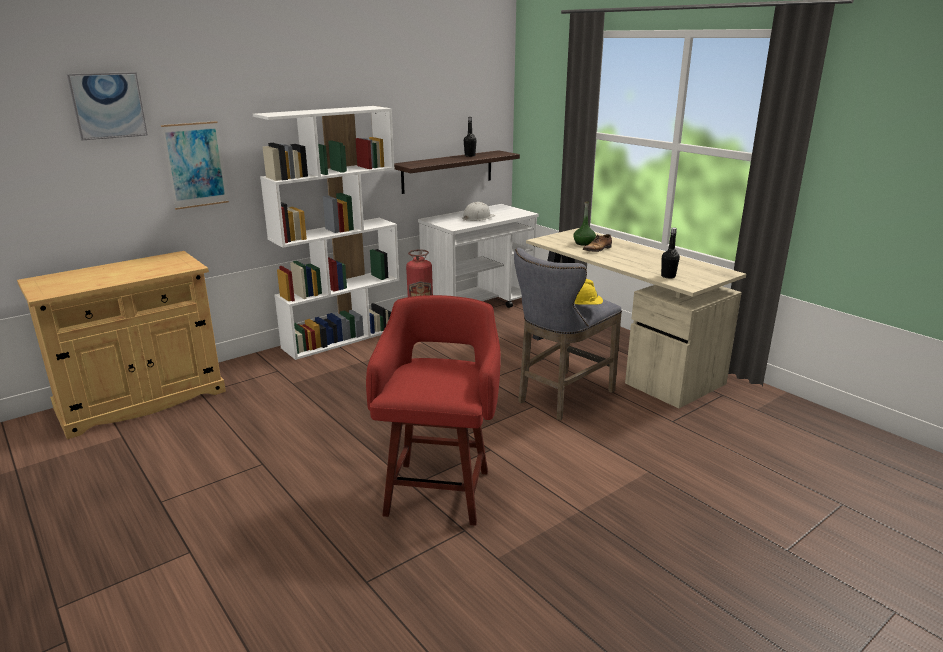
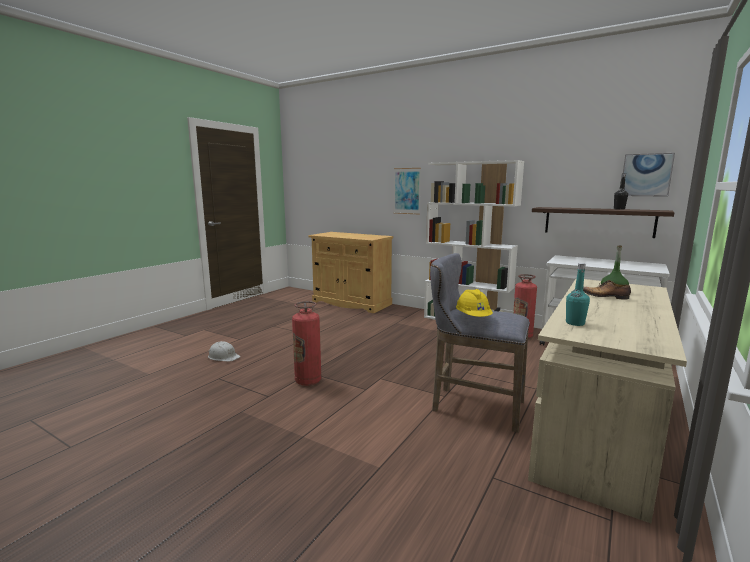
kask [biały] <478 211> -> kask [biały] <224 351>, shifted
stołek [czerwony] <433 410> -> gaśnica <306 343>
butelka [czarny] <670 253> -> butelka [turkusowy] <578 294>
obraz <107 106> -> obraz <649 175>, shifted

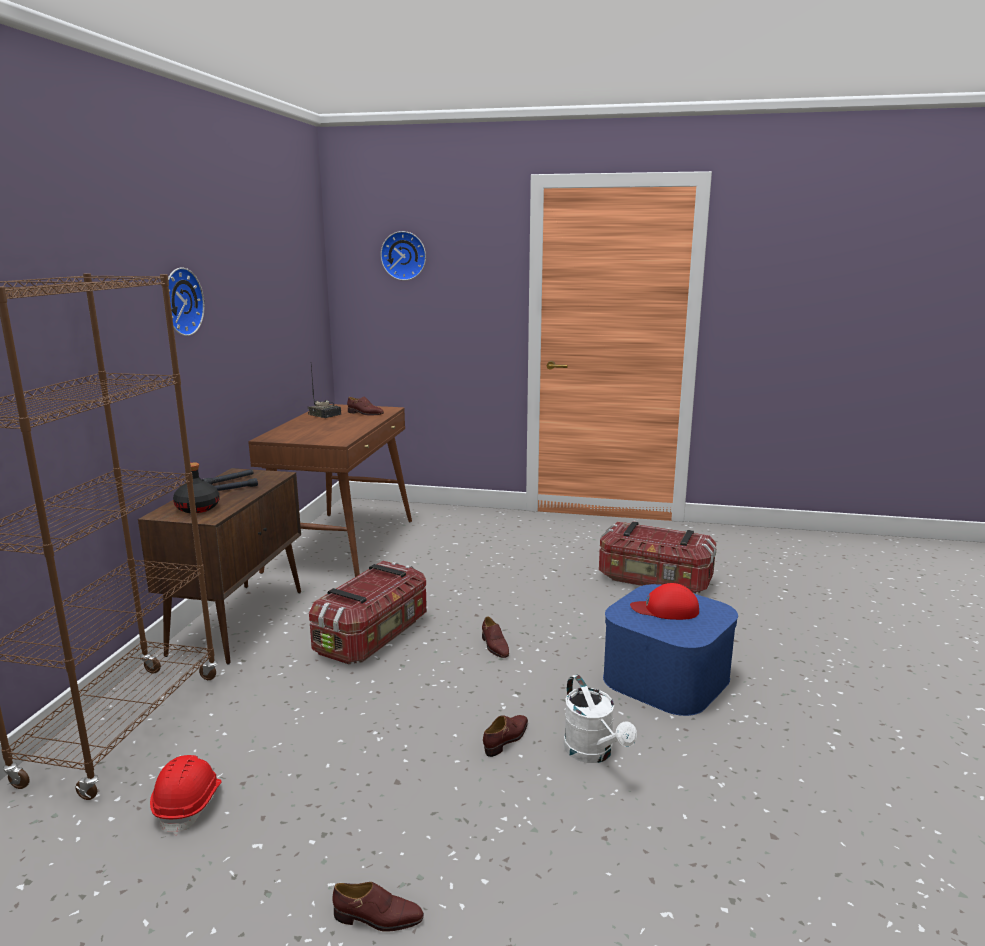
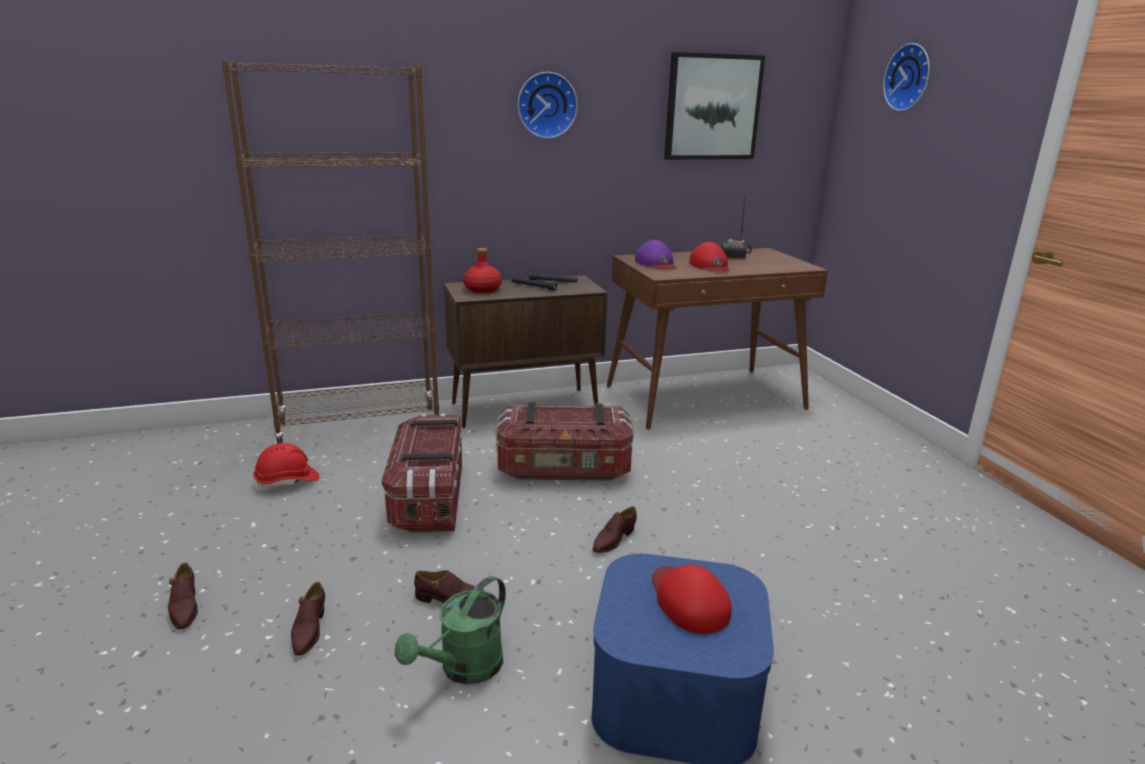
but [brązowy] <365 405> -> but [brązowy] <308 618>, shifted
pojemnik do przechowywania <658 557> -> pojemnik do przechowywania <422 473>, shifted
konewka [biały] <600 719> -> konewka [zielony] <450 630>
butelka [czarny] <196 488> -> butelka [czerwony] <482 270>
none -> czapka z daszkiem [fioletowy] <656 254>
none -> obraz <714 106>
none -> czapka z daszkiem [czerwony] <709 257>

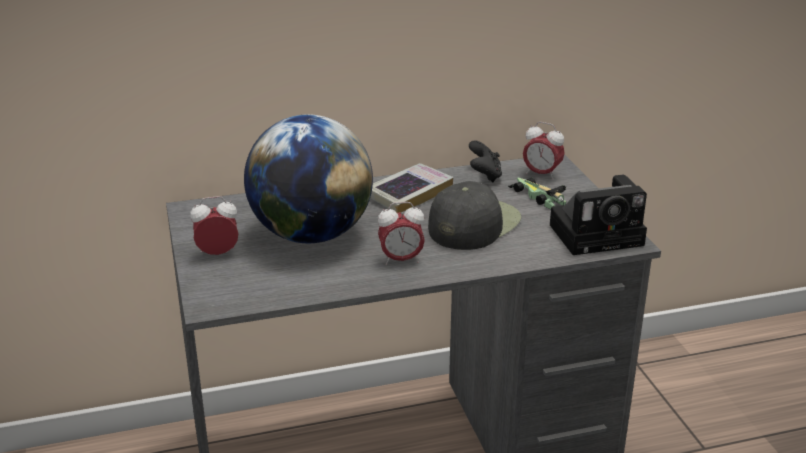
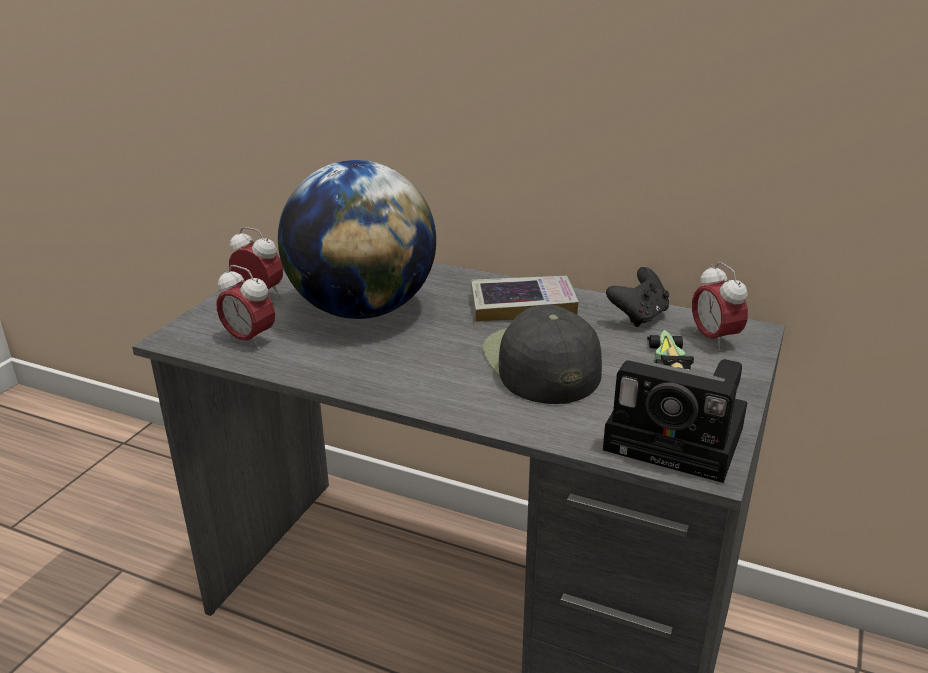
budzik <401 233> -> budzik <246 307>, shifted
czapka z daszkiem [czarny] <475 215> -> czapka z daszkiem [czarny] <542 354>, 90 degrees counterclockwise

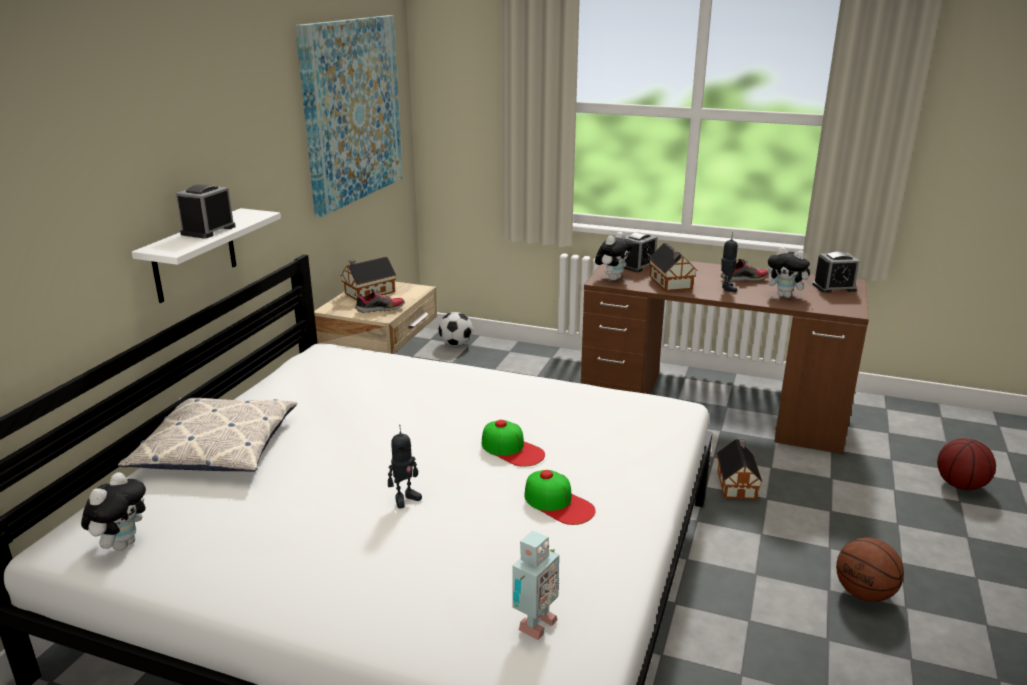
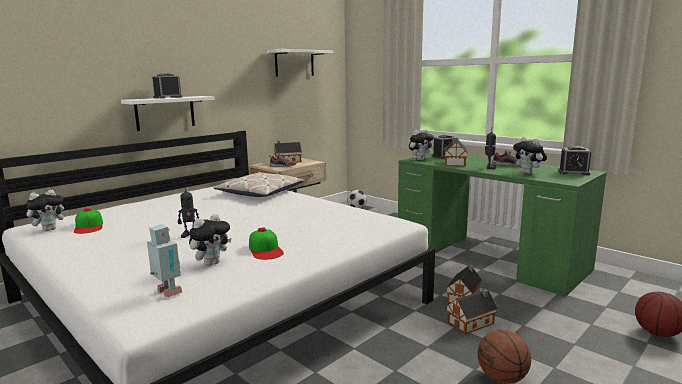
czapka z daszkiem <513 443> -> czapka z daszkiem <88 221>, shifted
robot zabawkowy <535 585> -> robot zabawkowy <164 260>, 105 degrees counterclockwise
none -> pluszak <210 240>
poduszka <207 434> -> poduszka <258 184>, shifted
obraz <349 116> -> półka [biały] <300 62>
biurko [brązowy] <725 357> -> biurko [zielony] <502 225>
none -> domek <472 311>

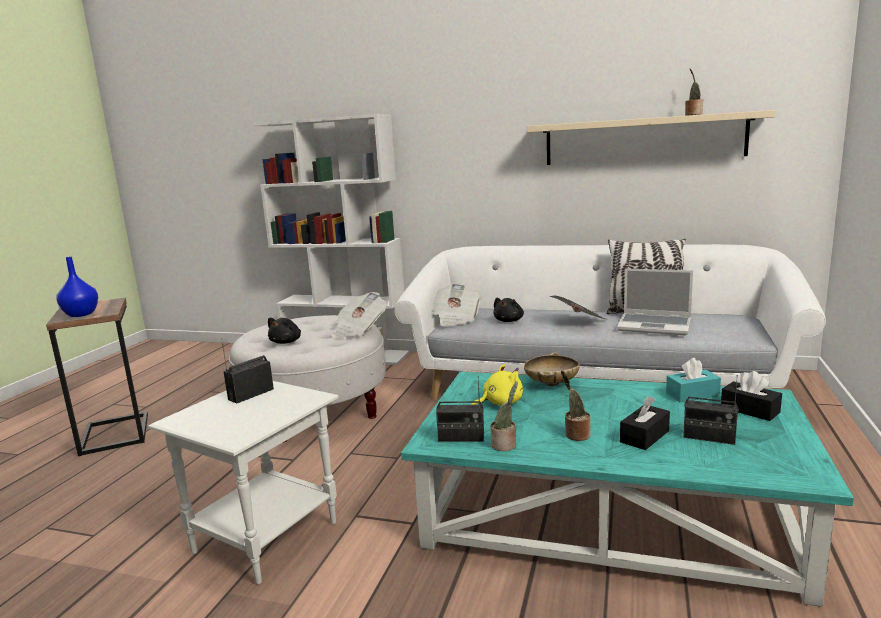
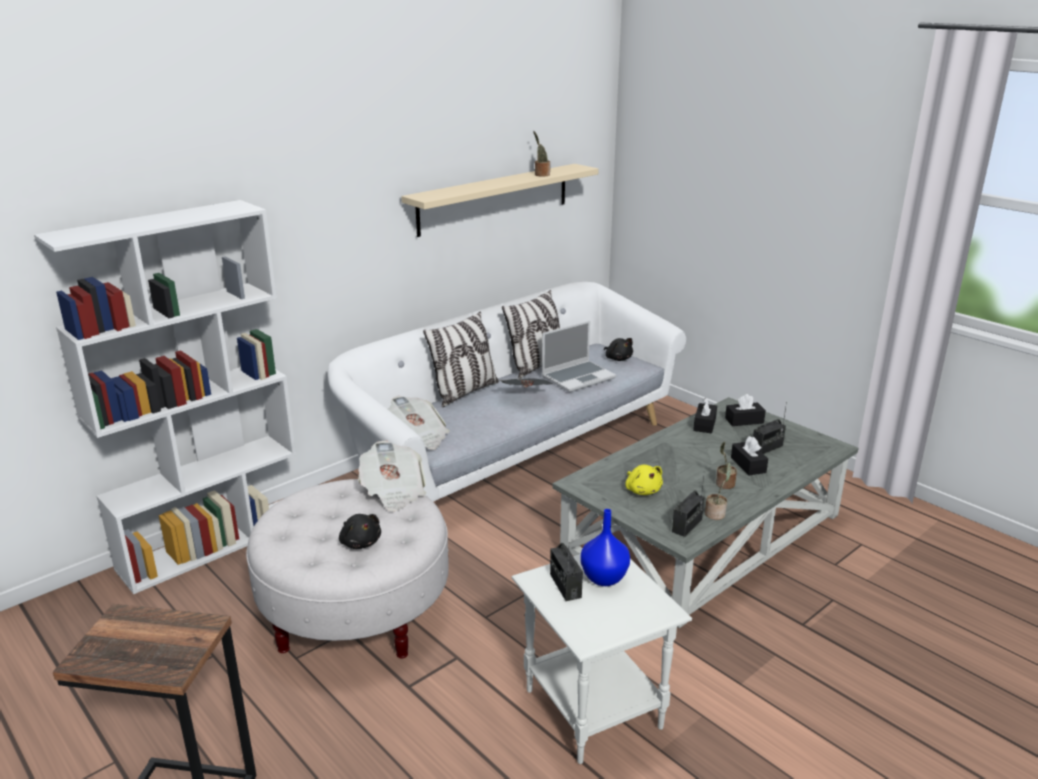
none -> poduszka <461 359>
ława [turkusowy] <627 489> -> ława [szary] <705 512>
wazon [niebieski] <77 287> -> wazon [niebieski] <605 547>, shifted
pluszak [czarny] <509 310> -> pluszak [czarny] <618 349>, shifted
pluszak [żółty] <497 385> -> pluszak [żółty] <644 480>, 150 degrees clockwise
pudełko chusteczek [turkusowy] <693 380> -> pudełko chusteczek [czarny] <705 415>
miska [beżowy] <552 369> -> none

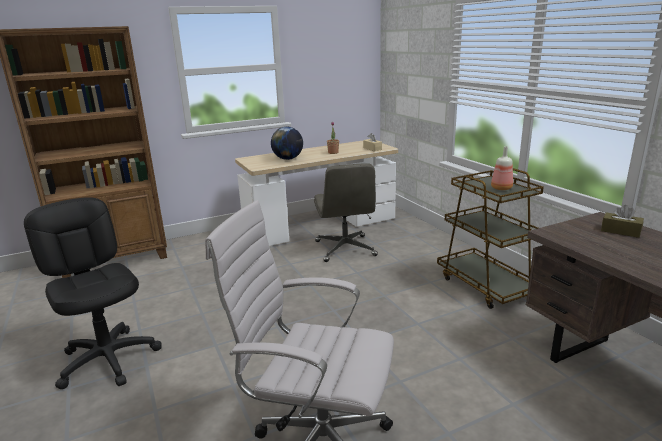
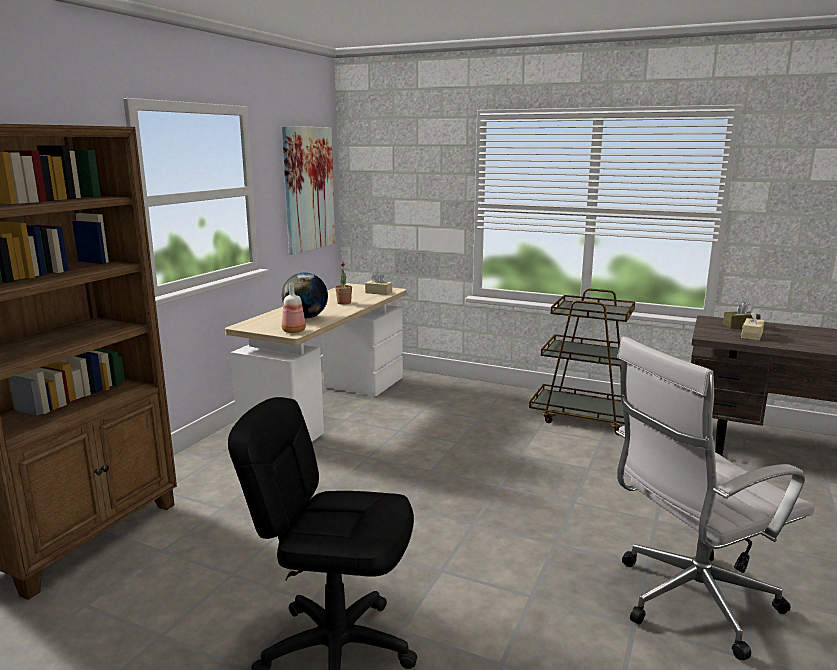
none -> obraz <309 190>
butelka <502 168> -> butelka <294 308>, shifted
none -> pudełko chusteczek [beżowy] <753 325>
krzesło biurowe [szary] <346 212> -> none

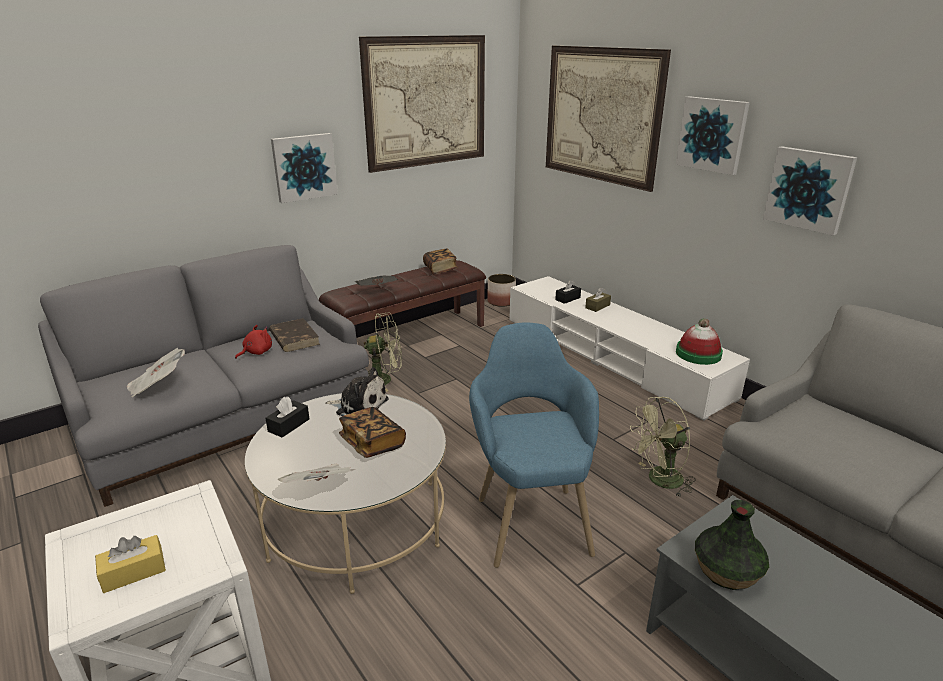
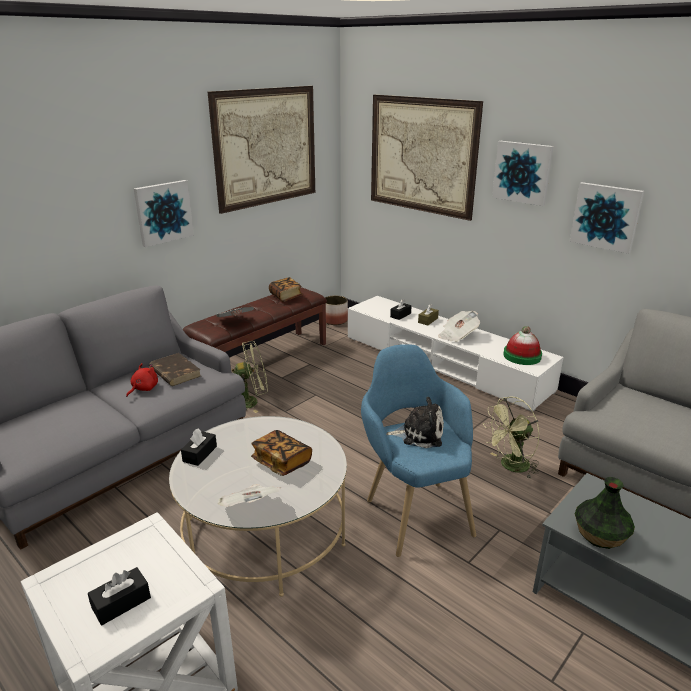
pudełko chusteczek [żółty] <130 564> -> pudełko chusteczek [czarny] <119 596>
pluszak <356 391> -> pluszak <415 422>, shifted
gazeta <156 372> -> gazeta <459 326>, shifted

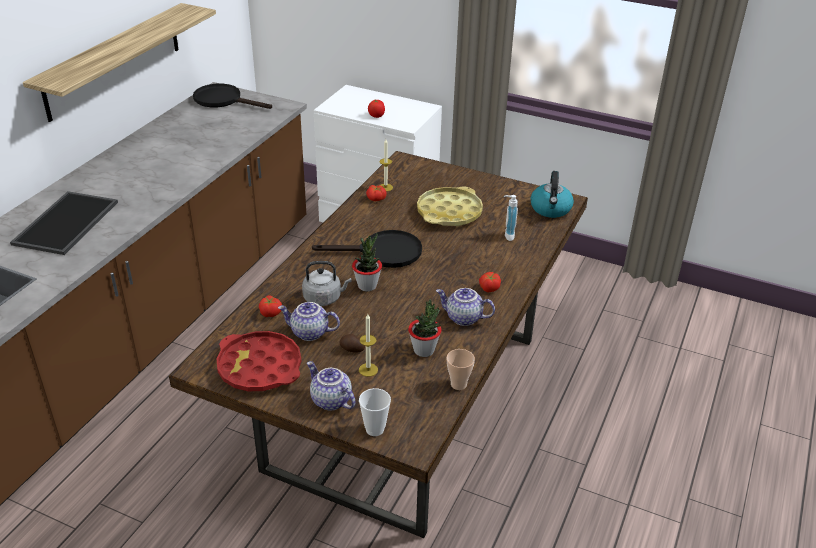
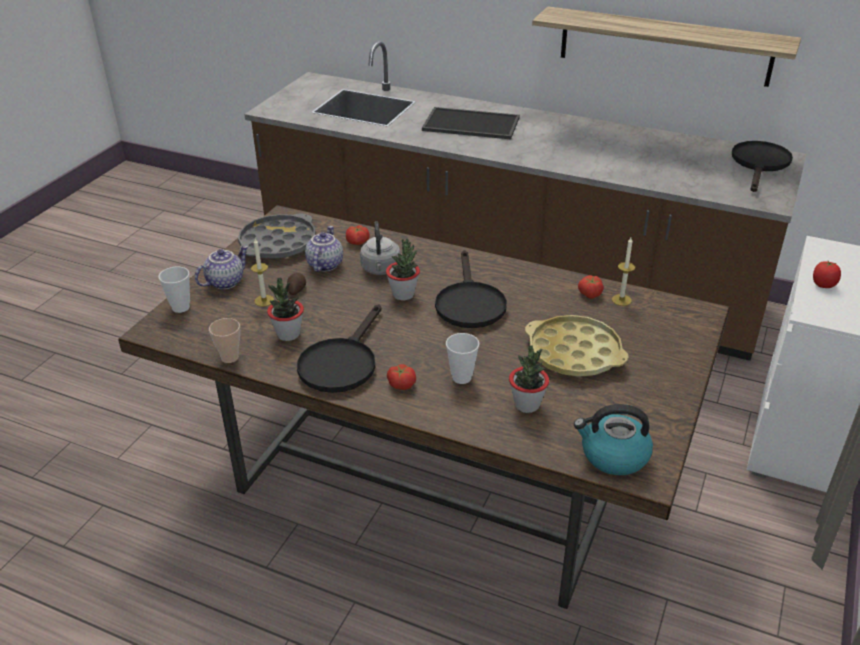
taca [czerwony] <259 361> -> taca [szary] <277 236>
imbryk <465 307> -> patelnia [czarny] <339 348>
none -> filiżanka <463 358>
dozownik mydła <511 218> -> roślina doniczkowa <529 379>

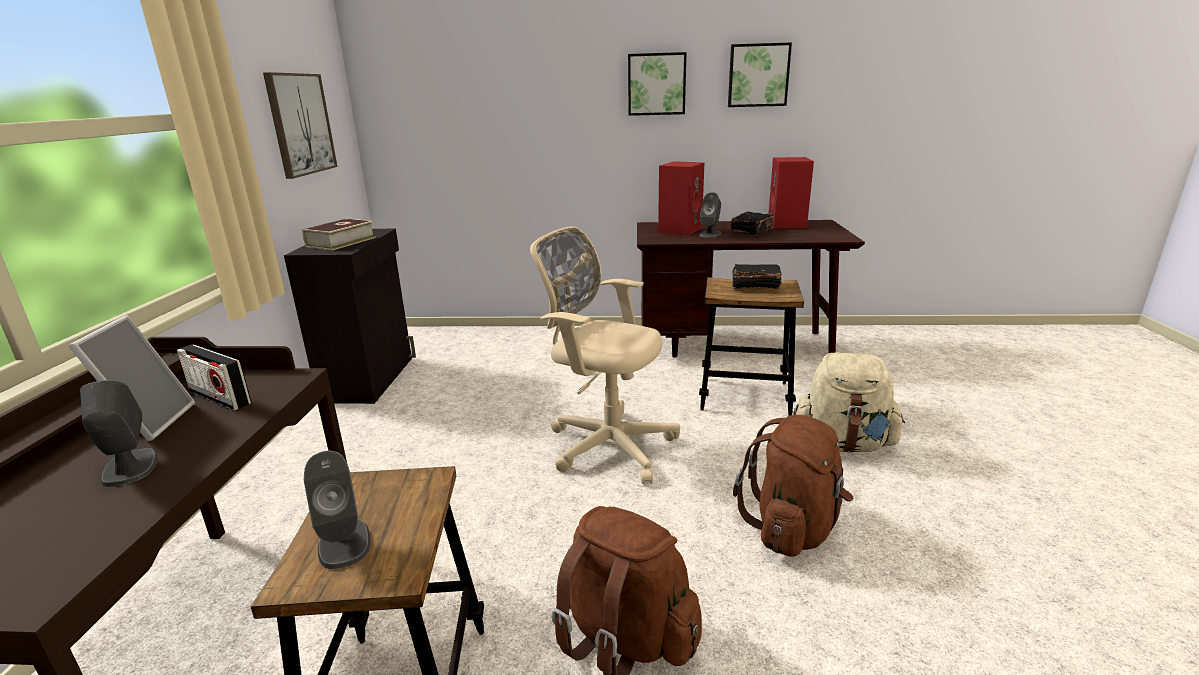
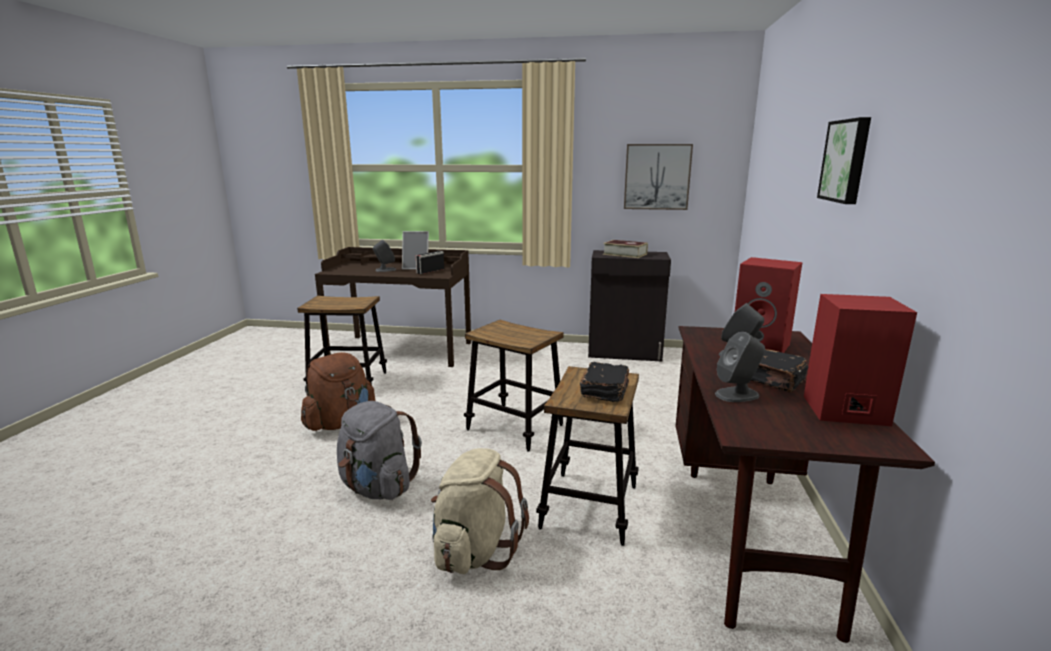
plecak [brązowy] <793 486> -> plecak [szary] <379 450>
krzesło biurowe [beżowy] <605 355> -> stołek <514 386>
głośnik [szary] <337 510> -> głośnik [szary] <740 367>, shifted
obraz <760 74> -> none

